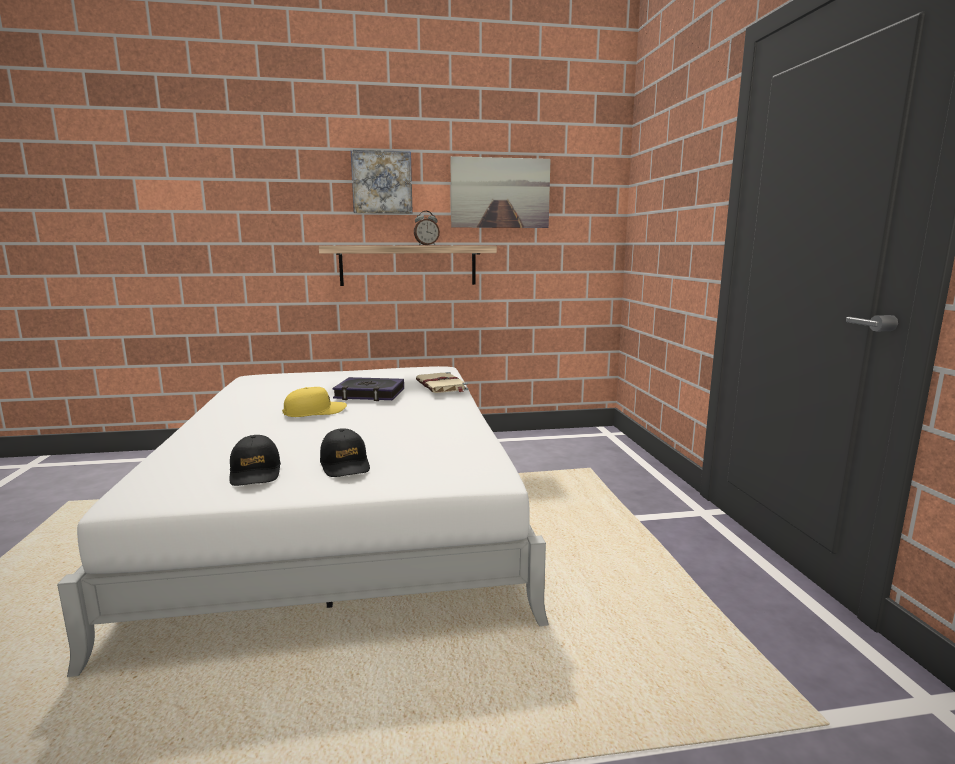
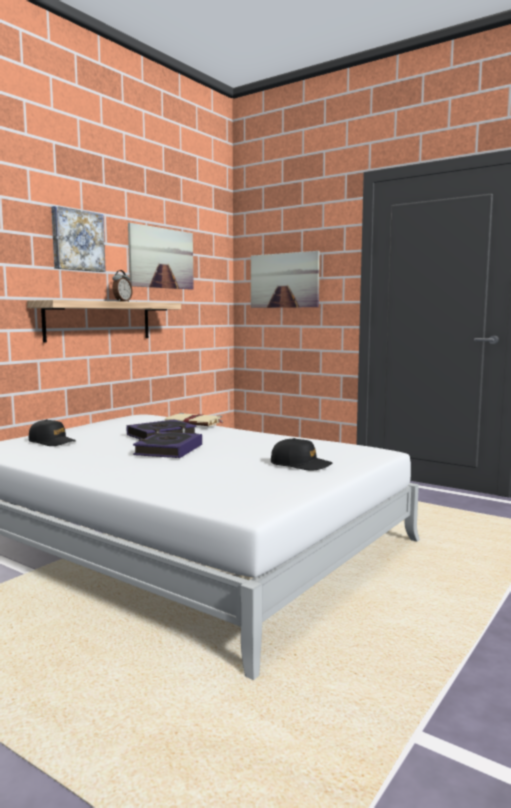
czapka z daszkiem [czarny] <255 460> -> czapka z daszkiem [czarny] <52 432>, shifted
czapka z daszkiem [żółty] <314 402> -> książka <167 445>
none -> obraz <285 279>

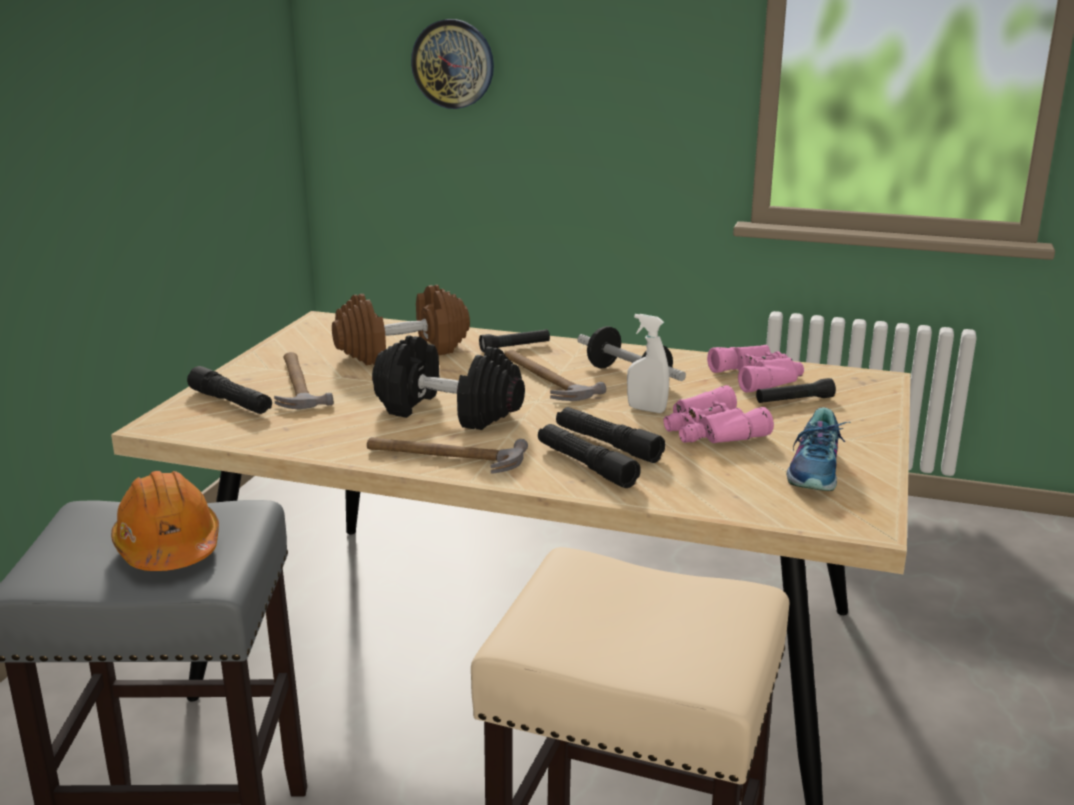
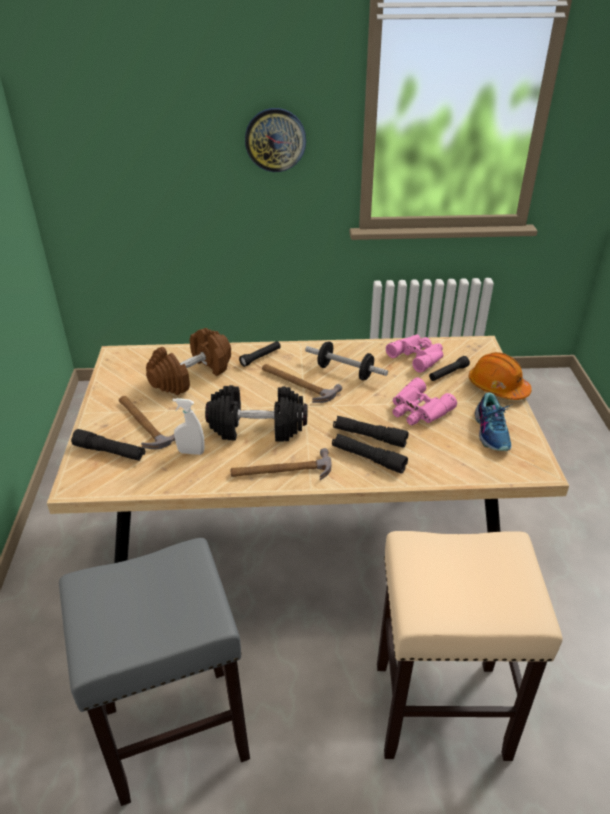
spryskiwacz [biały] <648 363> -> spryskiwacz [biały] <189 426>, shifted
zegar ścienny <452 64> -> zegar ścienny <275 140>, shifted
kask [pomarańczowy] <165 521> -> kask [pomarańczowy] <500 376>, shifted

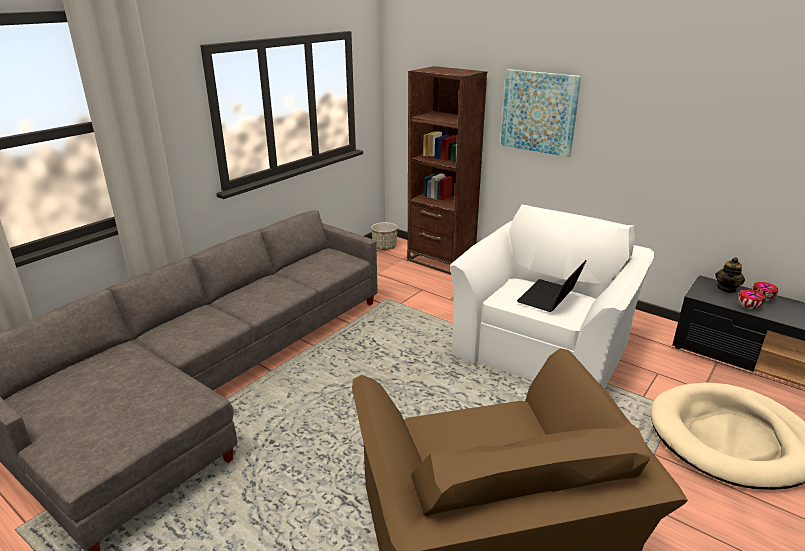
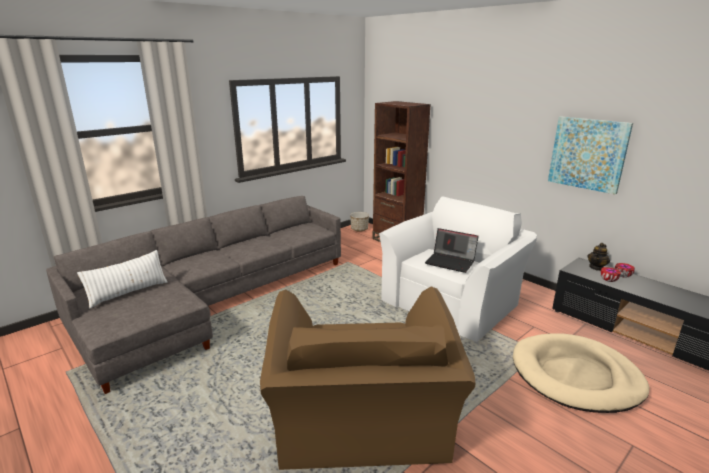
none -> poduszka [biały] <122 279>
laptop <552 286> -> laptop <452 250>, 105 degrees counterclockwise
obraz <541 113> -> obraz <590 155>, shifted

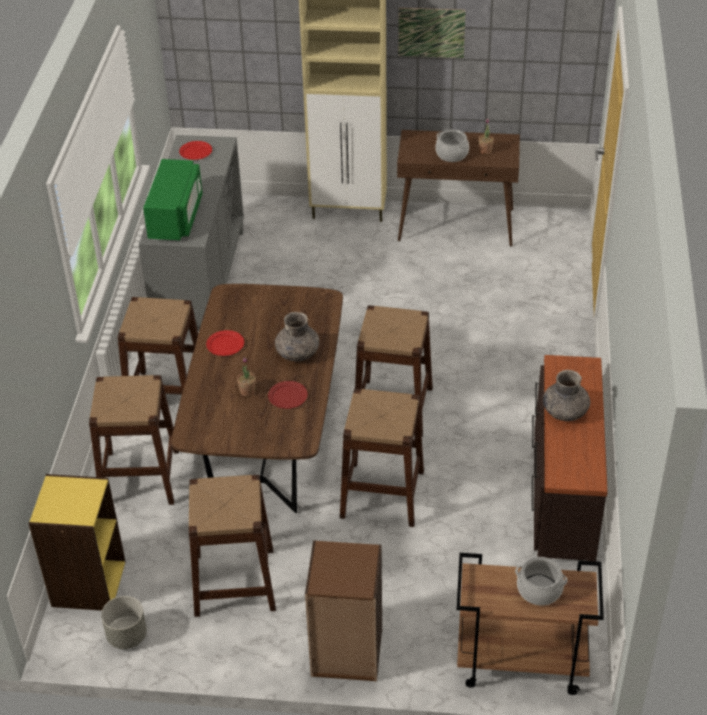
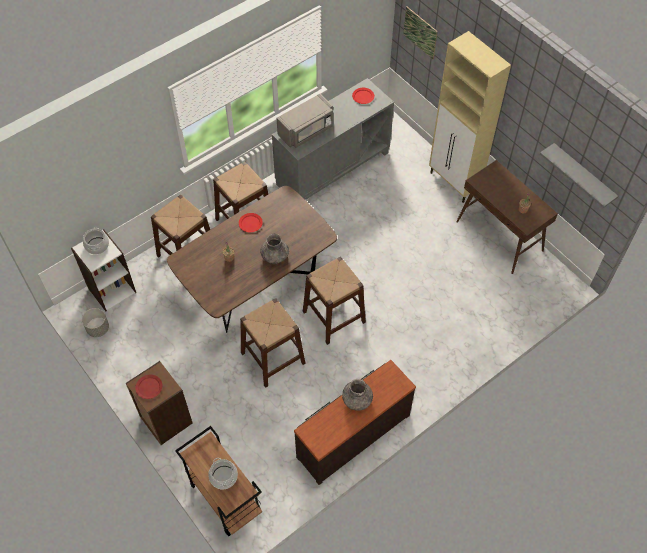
regał [żółty] <77 542> -> regał [biały] <103 270>
garnek <452 145> -> garnek <96 241>, shifted
talerz [czerwony] <288 395> -> talerz [czerwony] <148 387>, shifted
mikrofalówka [zielony] <172 199> -> mikrofalówka [szary] <304 121>
obraz <432 33> -> obraz <420 33>, shifted
none -> półka [szary] <579 175>
stołek [brązowy] <232 546> -> none

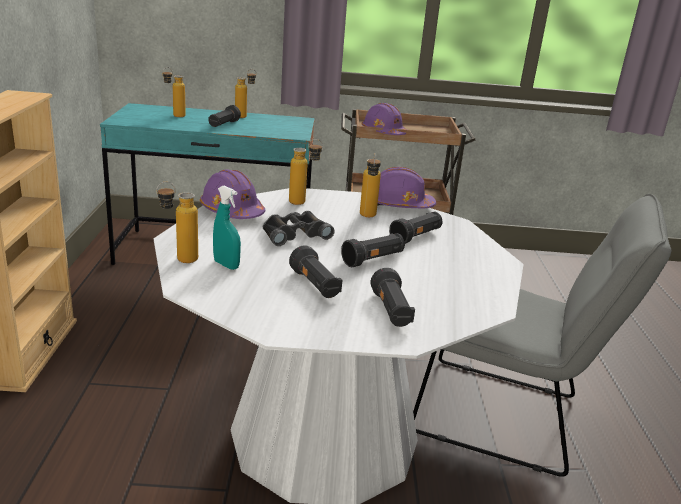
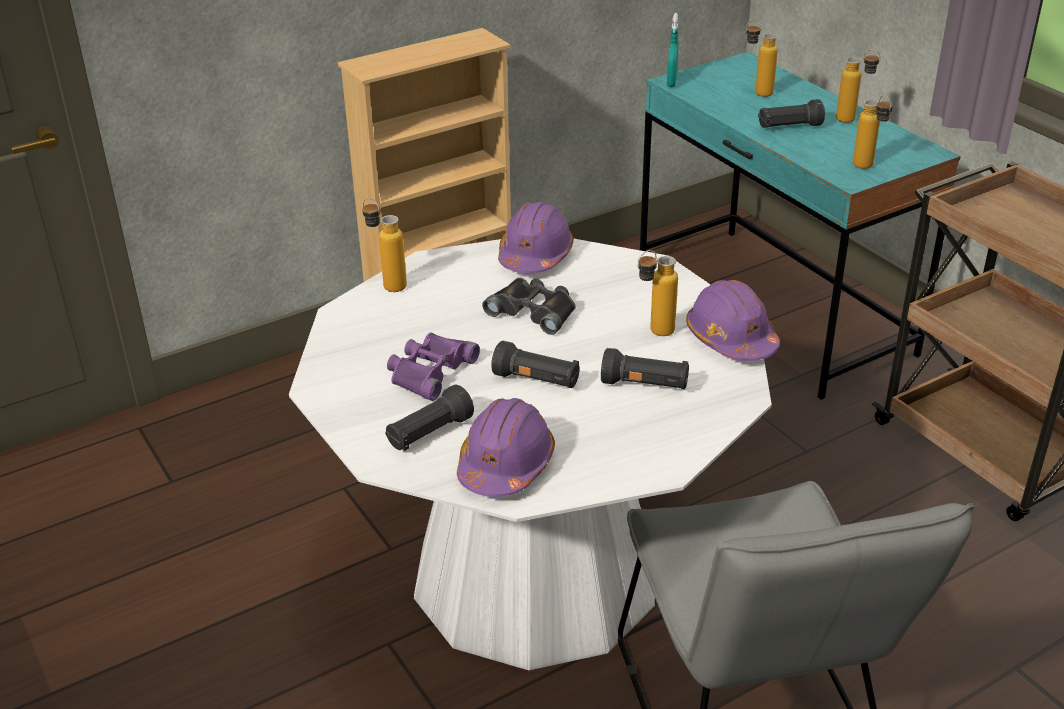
latarka [czarny] <315 271> -> lornetka [fioletowy] <433 367>
kask [fioletowy] <384 119> -> kask [fioletowy] <506 447>, shifted
spryskiwacz [turkusowy] <227 228> -> spryskiwacz [turkusowy] <672 50>, shifted
butelka <306 172> -> butelka <873 132>, shifted

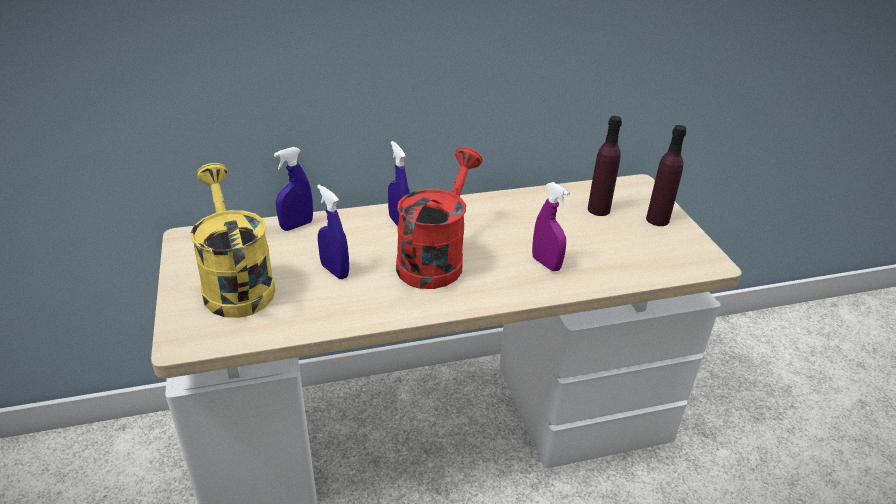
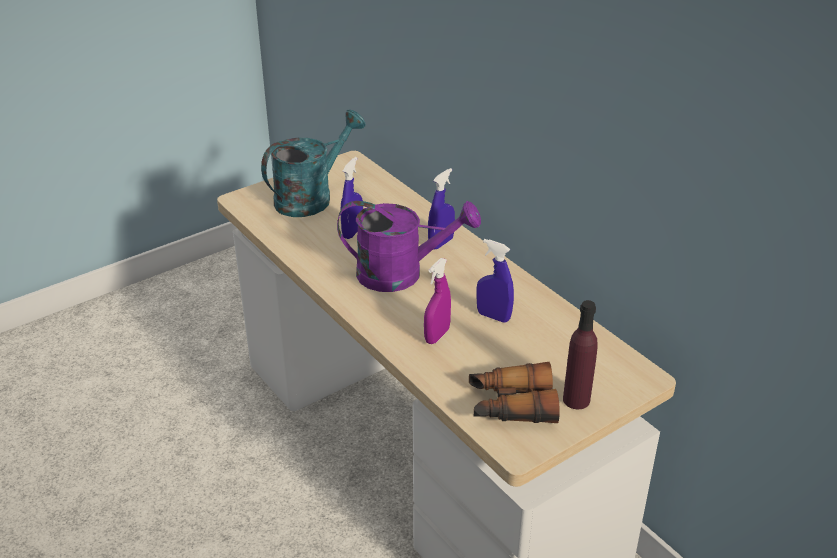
konewka [żółty] <233 240> -> konewka [turkusowy] <313 163>
konewka [czerwony] <439 218> -> konewka [fioletowy] <409 246>
none -> lornetka <514 392>
spryskiwacz [niebieski] <293 189> -> spryskiwacz [niebieski] <495 281>, shifted
butelka [fioletowy] <605 166> -> none

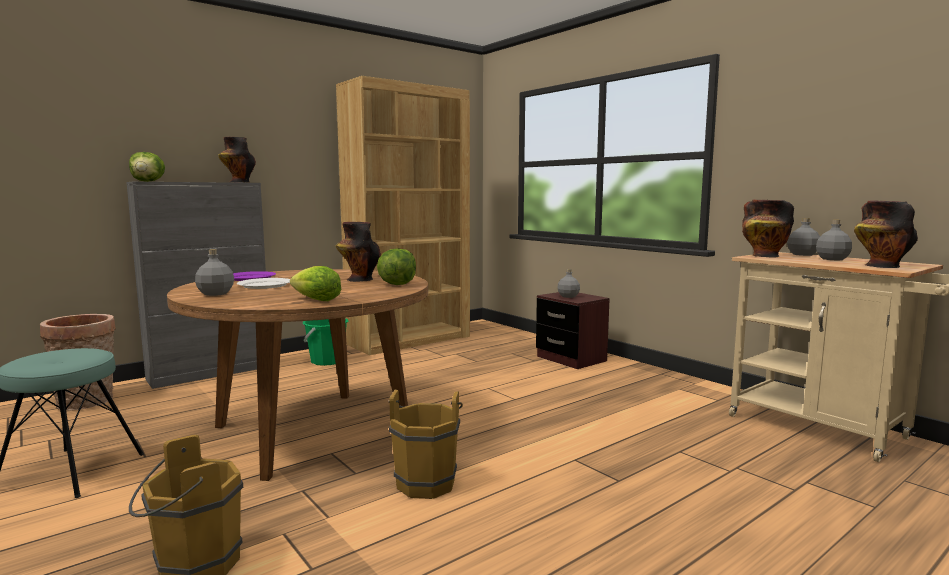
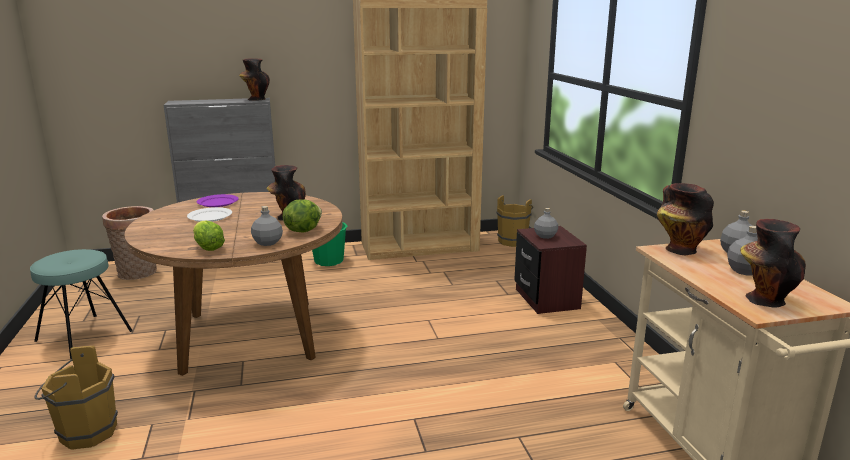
butelka [szary] <214 272> -> butelka [szary] <267 226>, shifted
wiadro [brązowy] <425 444> -> wiadro [brązowy] <514 221>, shifted
sałata <147 167> -> none

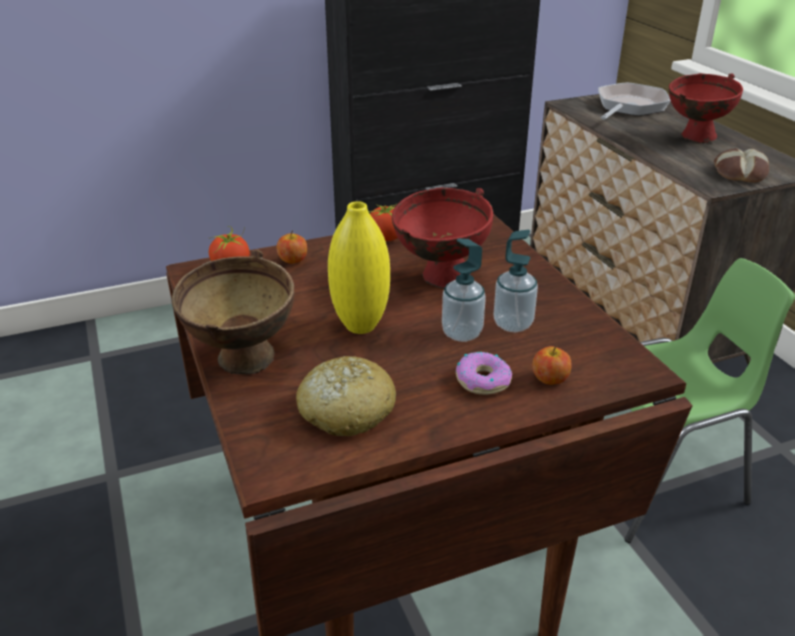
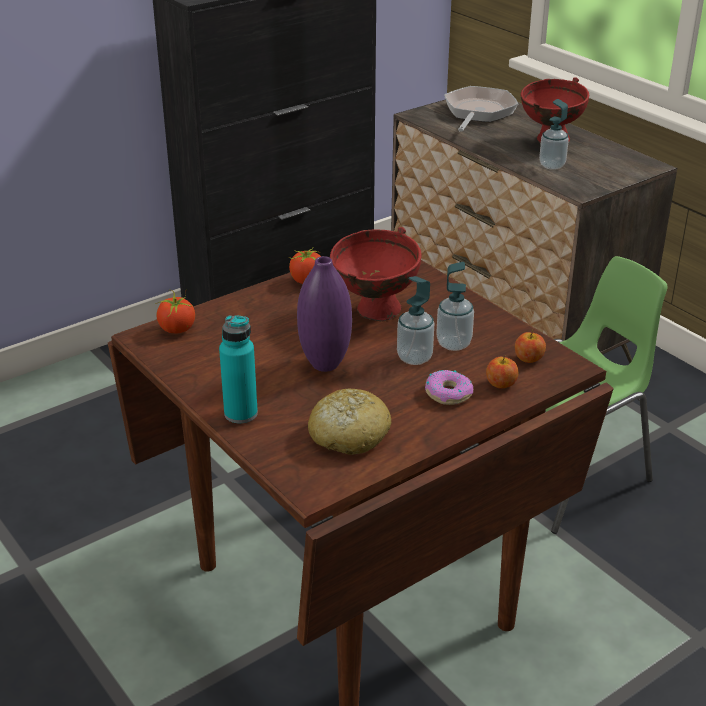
miska [brązowy] <233 312> -> butelka [turkusowy] <238 369>
wazon [żółty] <359 267> -> wazon [fioletowy] <324 314>
jabłko <292 247> -> jabłko <530 346>, shifted
none -> dozownik mydła <554 134>
chleb <741 165> -> none

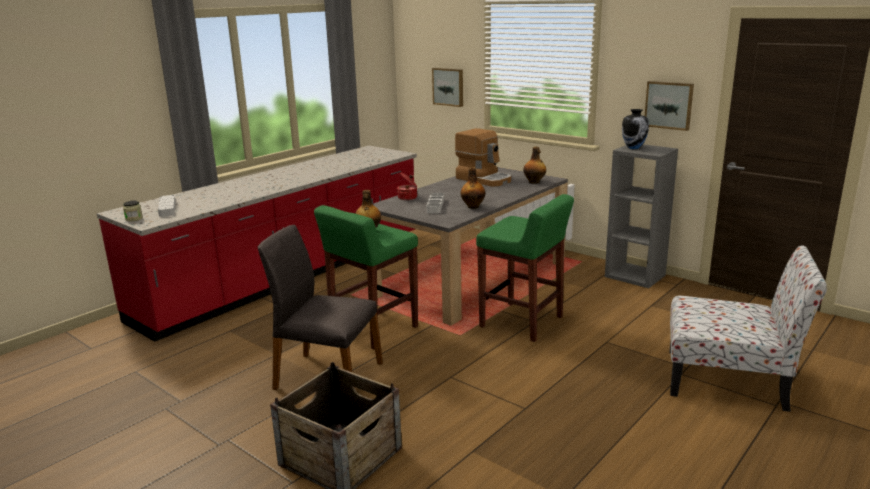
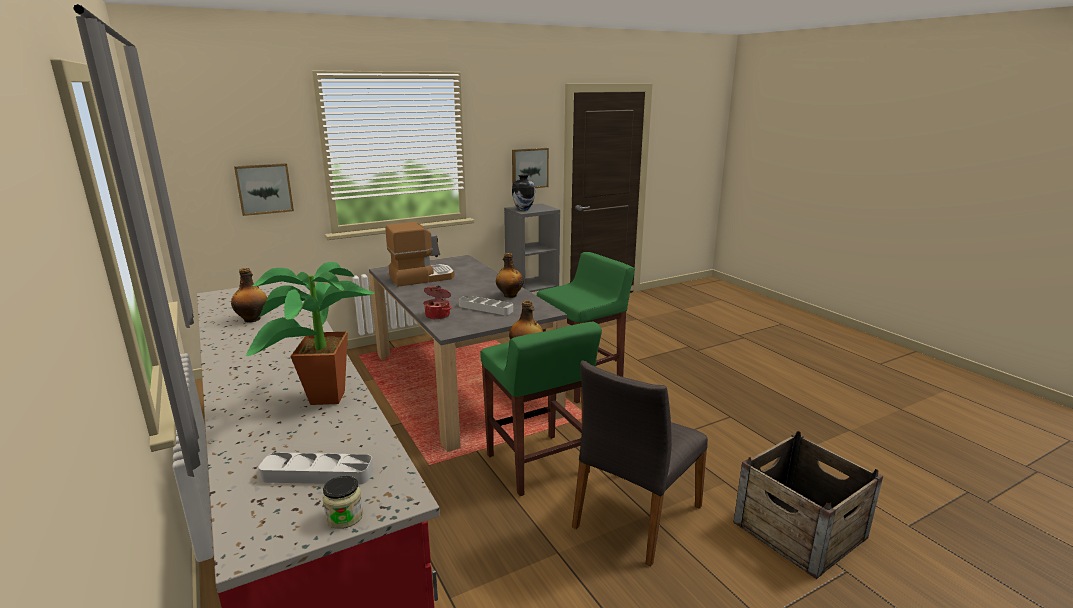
butelka <534 165> -> butelka <249 295>, shifted
none -> roślina doniczkowa <310 333>
krzesło <749 328> -> none

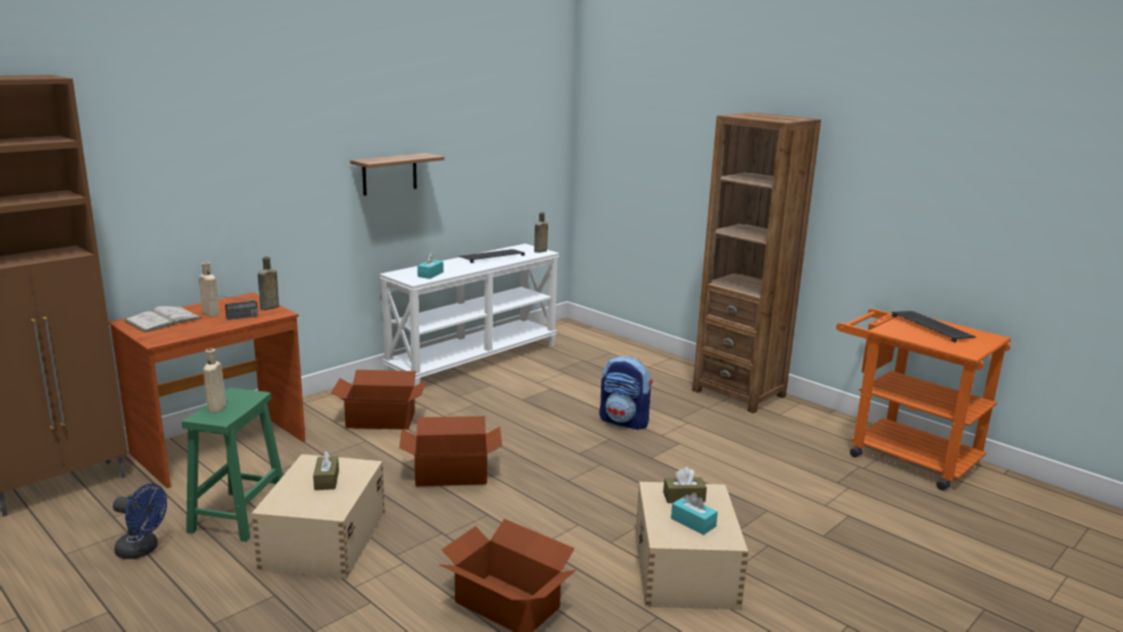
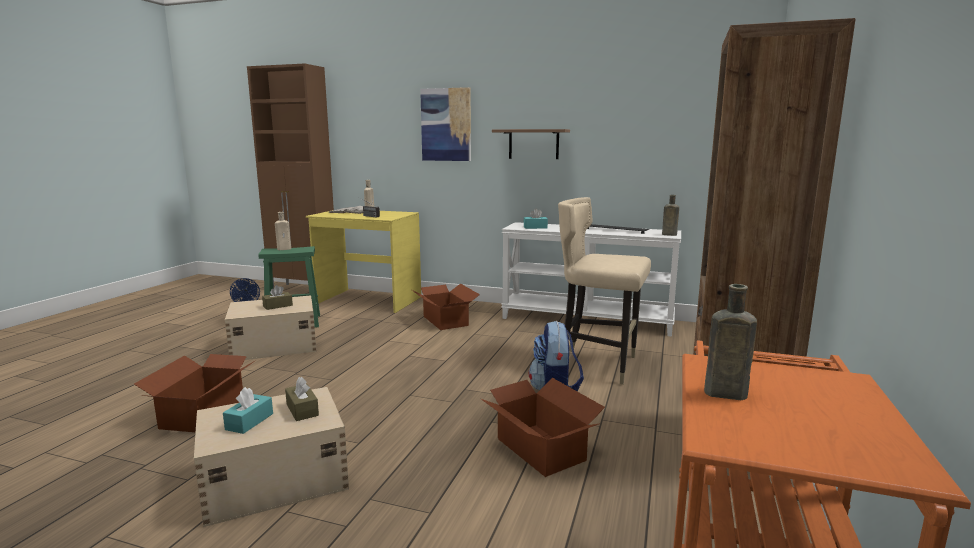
biurko [brązowy] <207 390> -> biurko [żółty] <363 261>
none -> obraz <445 124>
karton <450 451> -> karton <542 427>, shifted
none -> krzesło [beżowy] <604 291>
butelka [brązowy] <268 283> -> butelka [brązowy] <730 342>, shifted
klawiatura <934 326> -> none

